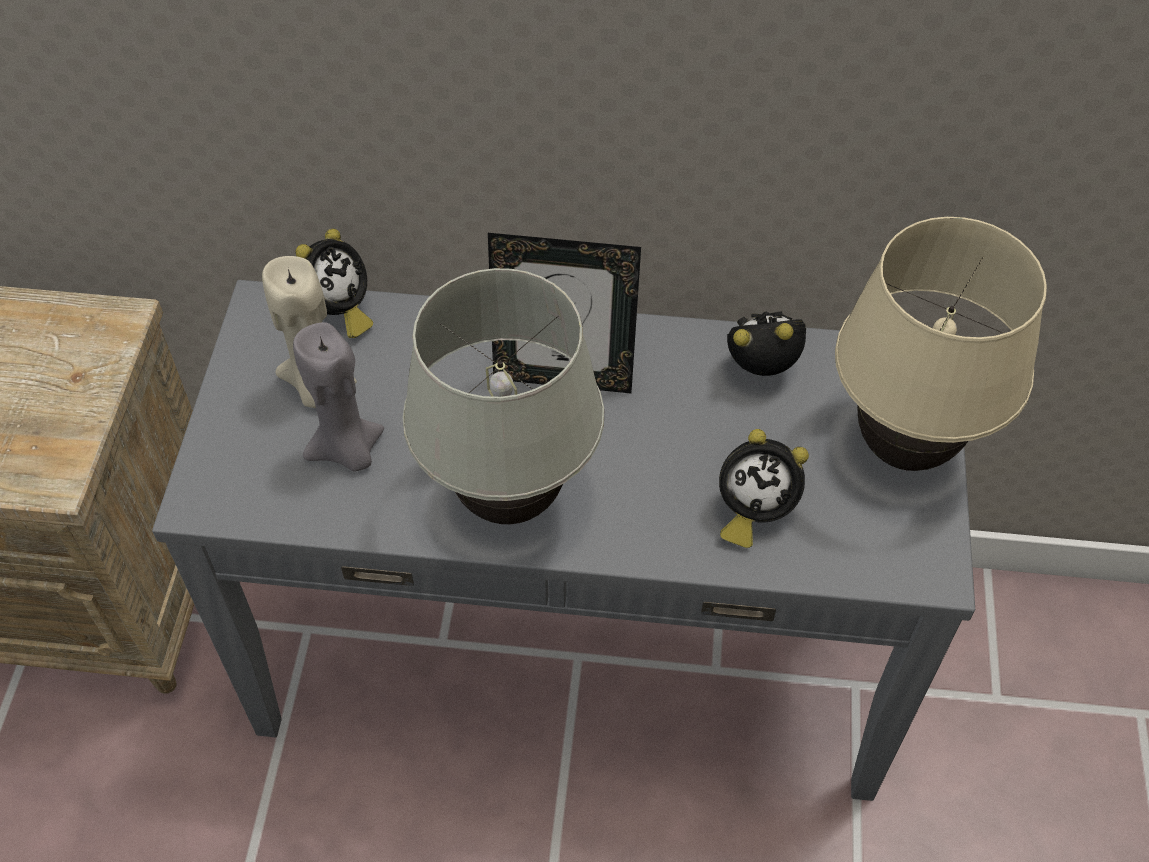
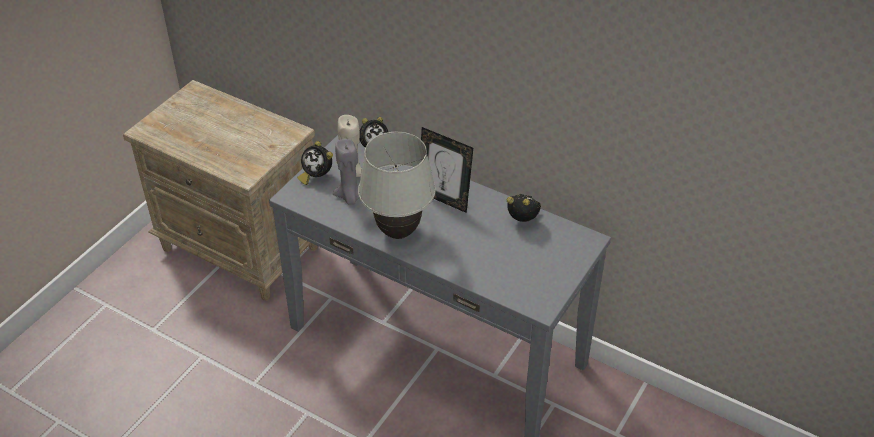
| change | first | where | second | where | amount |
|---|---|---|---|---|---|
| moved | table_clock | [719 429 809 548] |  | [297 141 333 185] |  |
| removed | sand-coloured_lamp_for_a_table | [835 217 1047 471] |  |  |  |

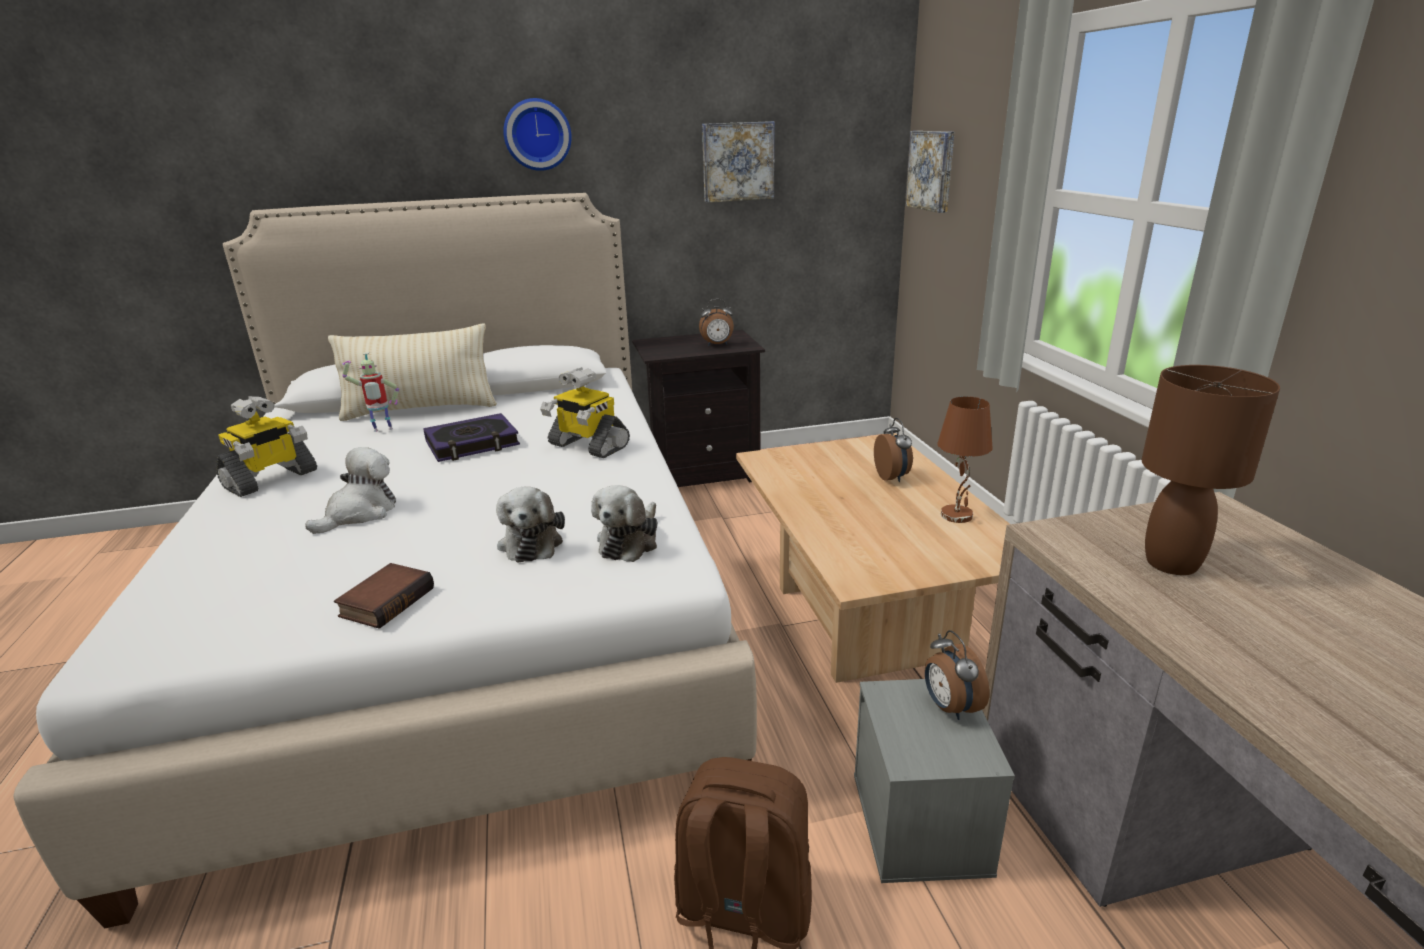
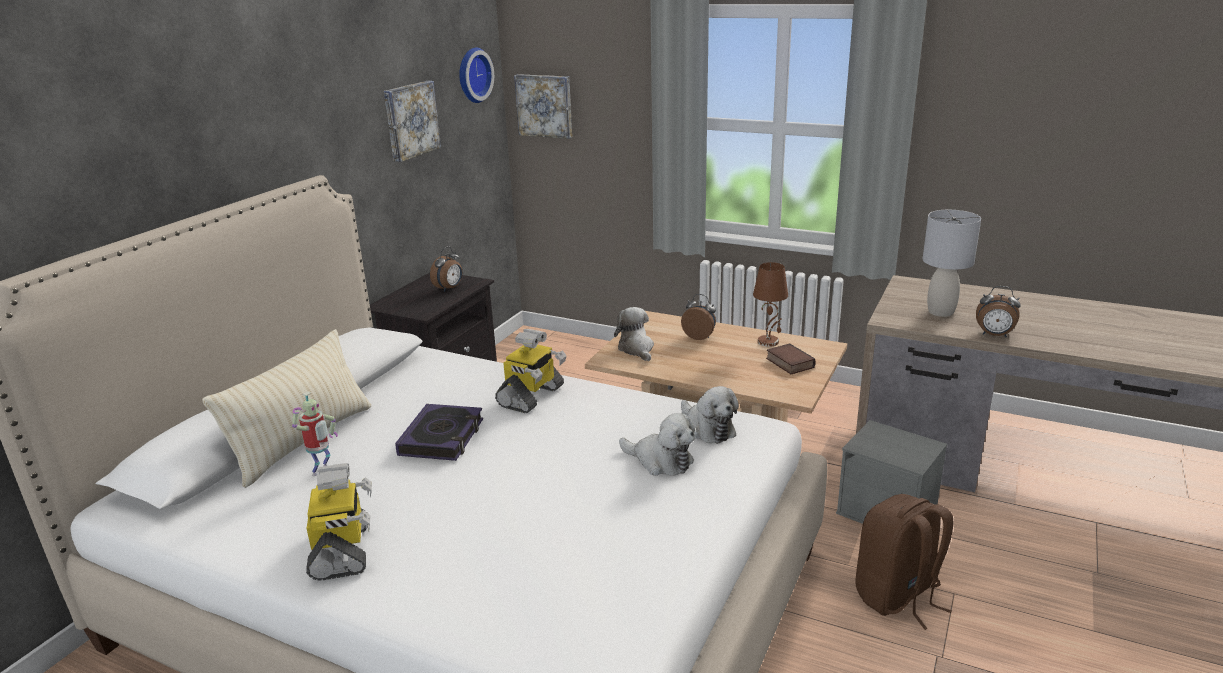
| change | first | where | second | where | amount |
|---|---|---|---|---|---|
| moved | plush_toy | [305 447 396 534] |  | [614 307 654 361] |  |
| moved | bound_book | [334 563 434 629] |  | [766 343 816 374] |  |
| moved | clock_on_the_wall | [503 98 572 171] |  | [459 48 494 103] |  |
| turned | model_robot | [540 367 630 458] |  | [495 329 567 413] | 45 degrees counterclockwise |
| moved | table_clock | [925 630 990 720] |  | [976 286 1021 337] |  |
| recoloured | brownish_lamp_for_a_table | [1141 365 1280 575] | gray_lamp_for_a_table | [923 210 981 317] |  |

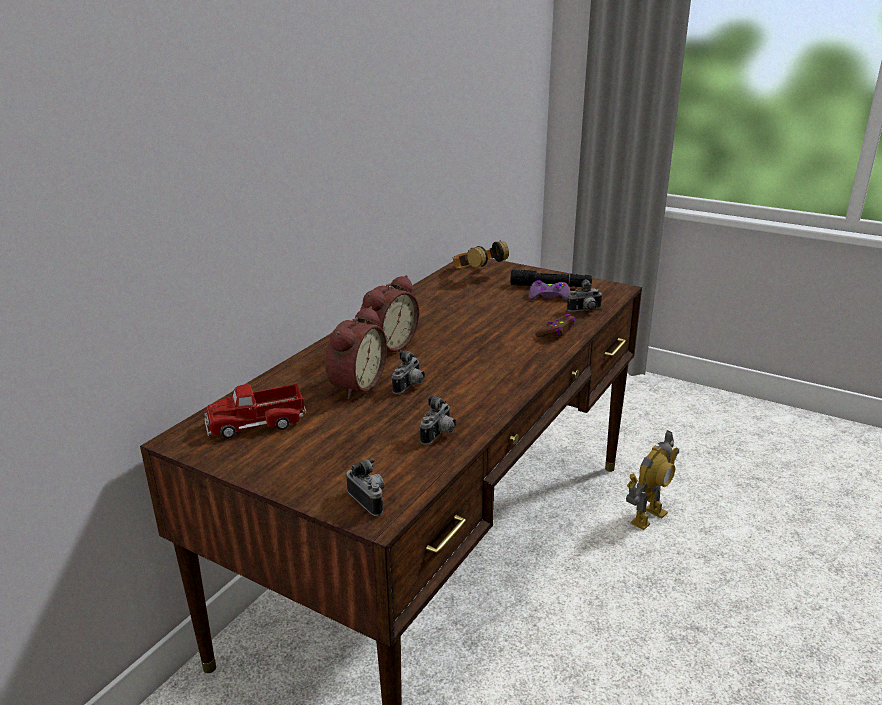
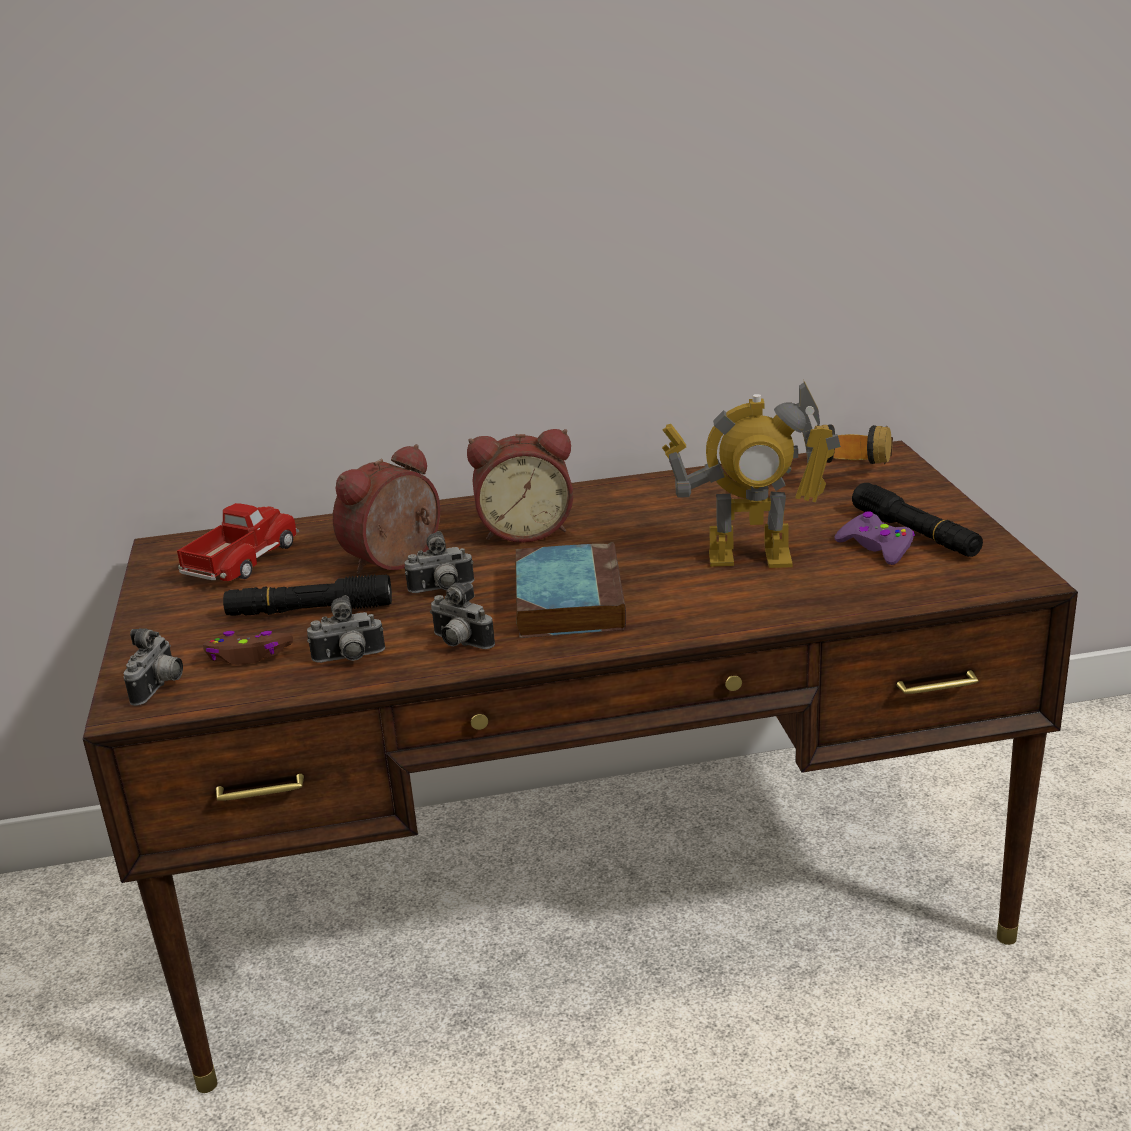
| change | first | where | second | where | amount |
|---|---|---|---|---|---|
| turned | toy_lorry | [204 384 306 438] |  | [177 503 299 581] | 90 degrees clockwise |
| turned | table_clock | [325 306 387 399] |  | [333 444 440 574] | 150 degrees clockwise |
| moved | brownish_game_controller | [535 314 575 337] |  | [203 631 293 665] |  |
| moved | photo_camera | [567 279 603 312] |  | [430 583 495 649] |  |
| moved | model_robot | [626 430 679 530] |  | [662 381 841 568] |  |
| added |  |  | black_torch | [223 574 392 616] |  |
| added |  |  | bound_book | [515 542 626 638] |  |

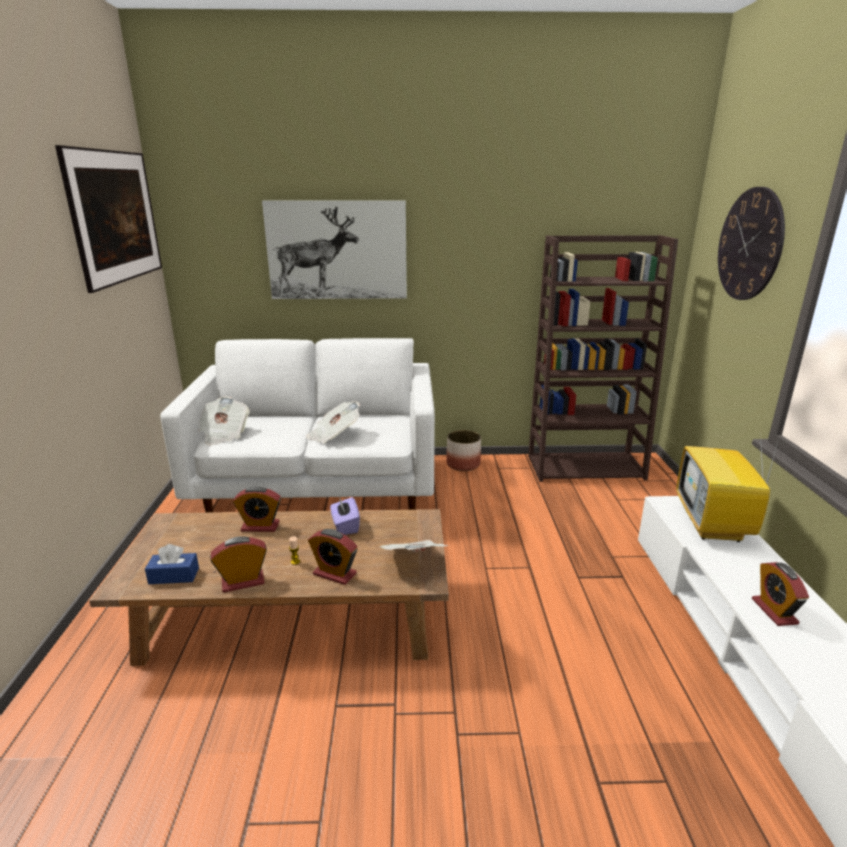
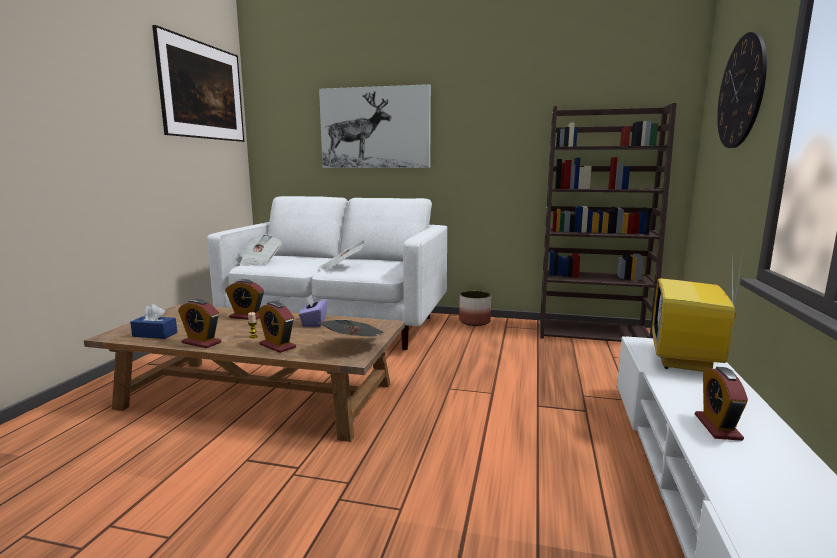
| change | first | where | second | where | amount |
|---|---|---|---|---|---|
| turned | table_clock | [211 536 267 592] |  | [178 299 221 348] | 150 degrees counterclockwise |

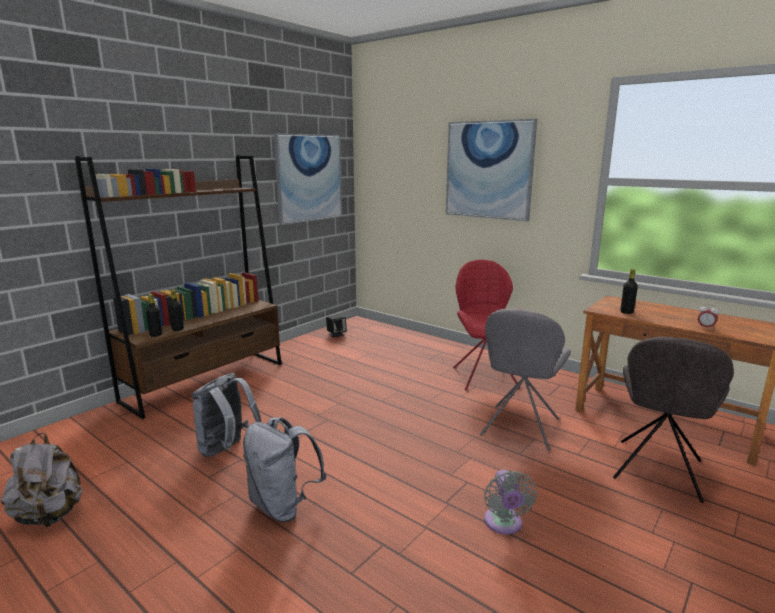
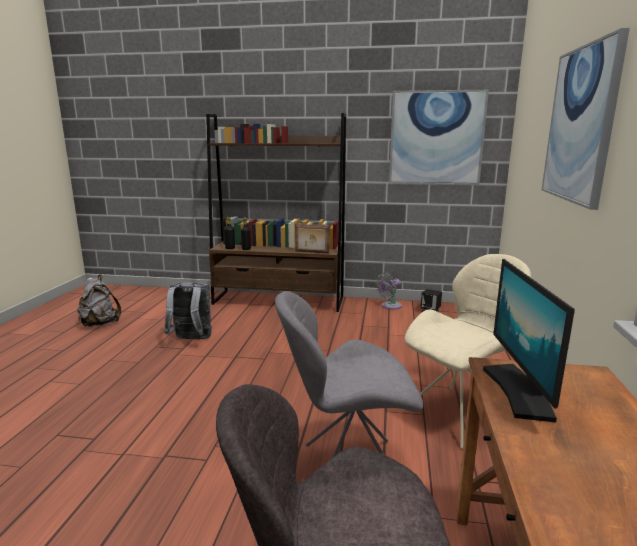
| change | first | where | second | where | amount |
|---|---|---|---|---|---|
| removed | gray_backpack | [243 417 326 522] |  |  |  |
| recoloured | reddish_upright_chair | [453 259 522 391] | sand-coloured_upright_chair | [402 254 531 449] |  |
| moved | gray_fan | [484 470 537 535] |  | [376 272 402 309] |  |
| replaced | black_beverage_bottle | [620 269 638 314] | monitor | [483 259 575 422] |  |
| removed | table_clock | [698 304 719 330] |  |  |  |
| added |  |  | standing_frame | [295 224 329 253] |  |

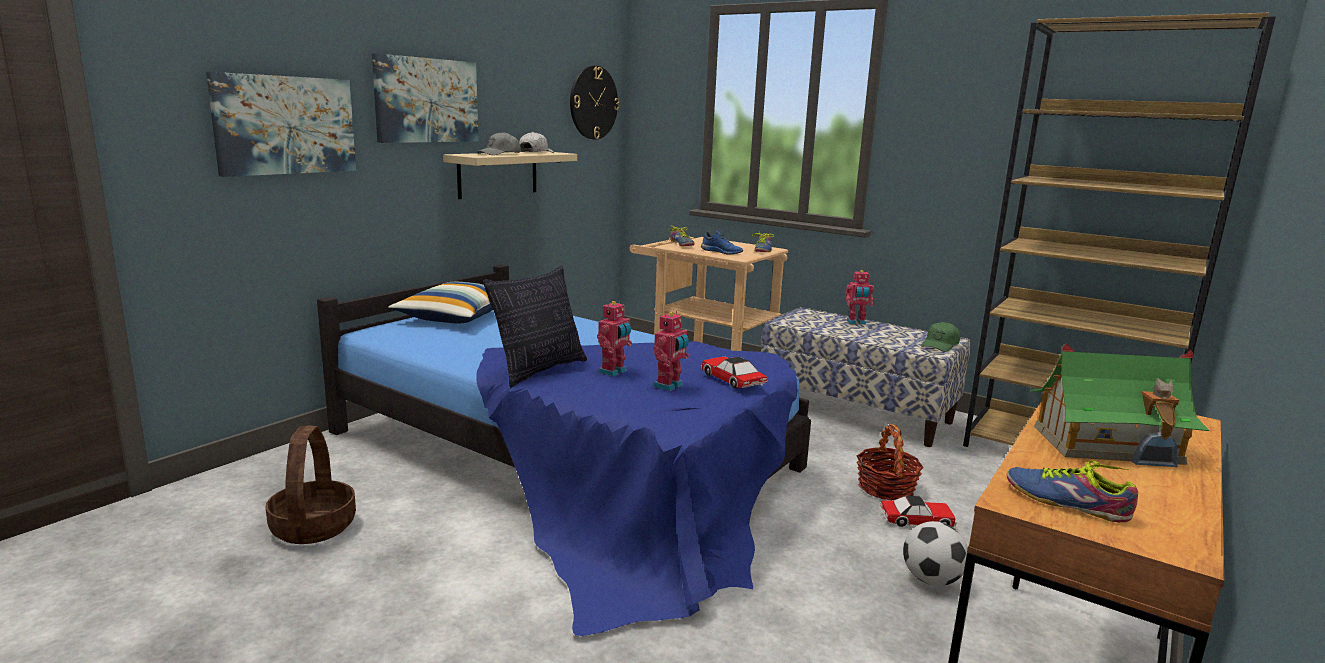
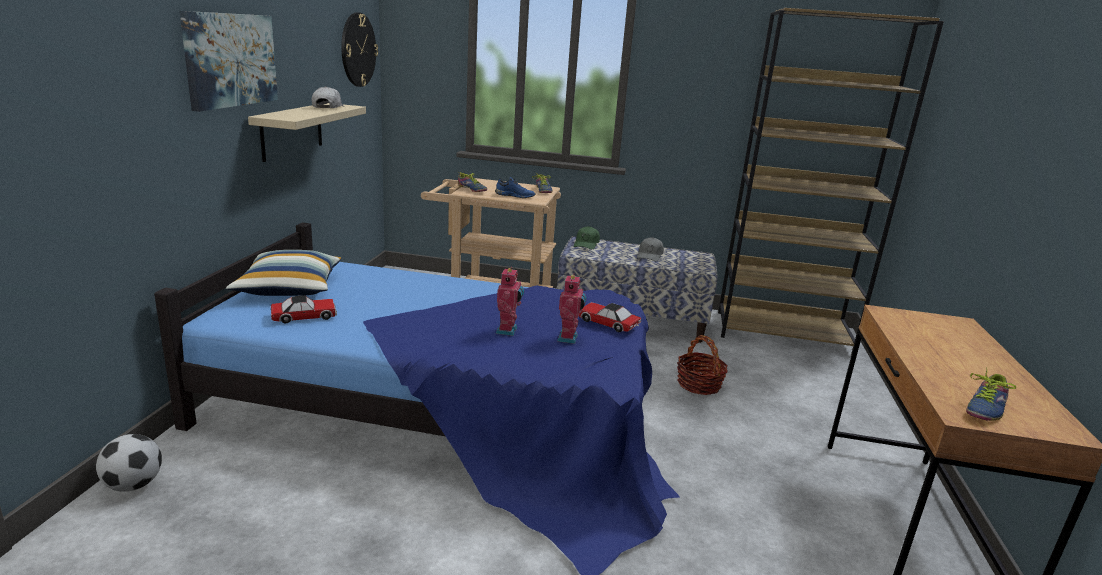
| change | first | where | second | where | amount |
|---|---|---|---|---|---|
| removed | wall_art | [206 72 356 177] |  |  |  |
| removed | basket | [265 425 356 544] |  |  |  |
| moved | gray_baseball_cap | [477 132 520 155] |  | [637 237 664 261] |  |
| removed | cushion | [483 266 587 388] |  |  |  |
| removed | model_robot | [845 270 874 325] |  |  |  |
| moved | miniature_car | [880 496 957 527] |  | [271 295 337 323] |  |
| moved | ball_for_football | [903 521 968 586] |  | [96 434 162 492] |  |
| moved | green-coloured_baseball_cap | [921 322 960 352] |  | [574 226 600 249] |  |
| turned | item_of_footwear | [1007 460 1138 523] |  | [966 367 1016 421] | 60 degrees counterclockwise |
| removed | toy_house | [1030 343 1209 467] |  |  |  |

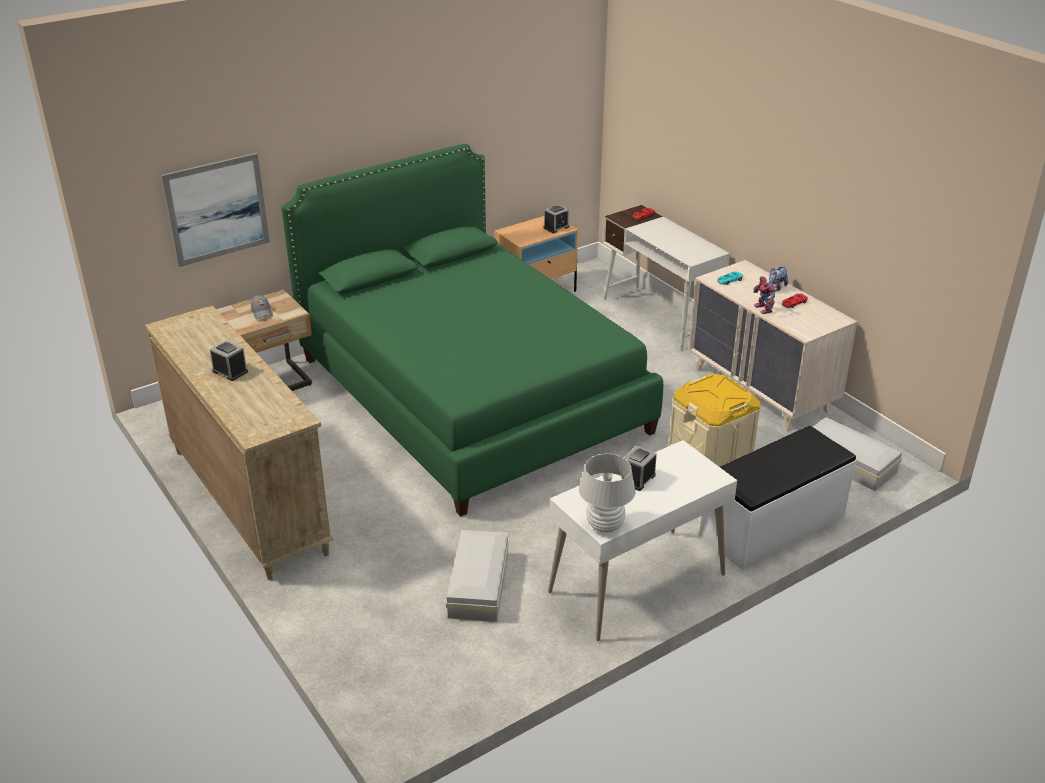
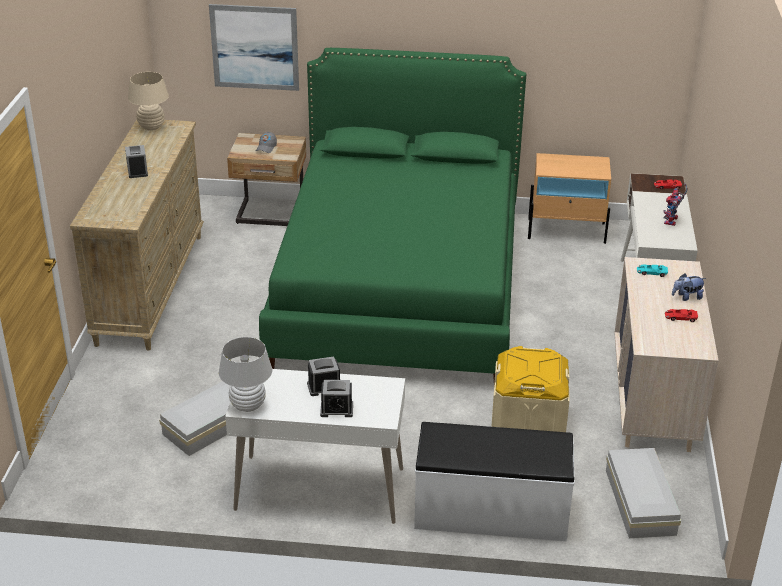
| change | first | where | second | where | amount |
|---|---|---|---|---|---|
| moved | table_clock | [544 205 569 233] |  | [320 380 353 417] |  |
| moved | model_robot | [753 268 781 314] |  | [663 184 688 226] |  |
| added |  |  | sand-coloured_lamp_for_a_table | [128 72 169 130] |  |

